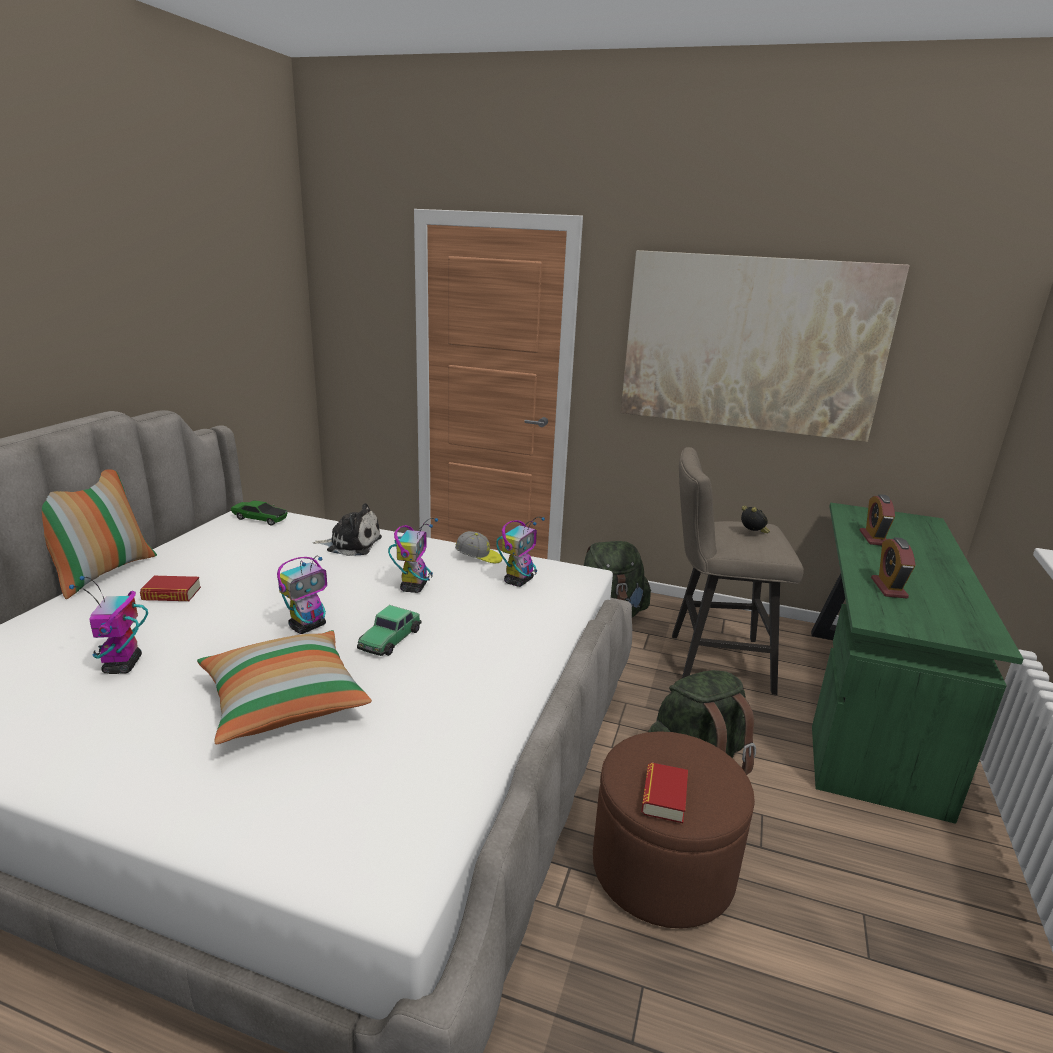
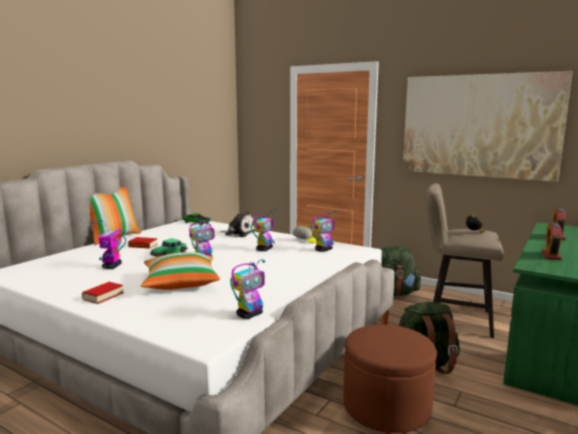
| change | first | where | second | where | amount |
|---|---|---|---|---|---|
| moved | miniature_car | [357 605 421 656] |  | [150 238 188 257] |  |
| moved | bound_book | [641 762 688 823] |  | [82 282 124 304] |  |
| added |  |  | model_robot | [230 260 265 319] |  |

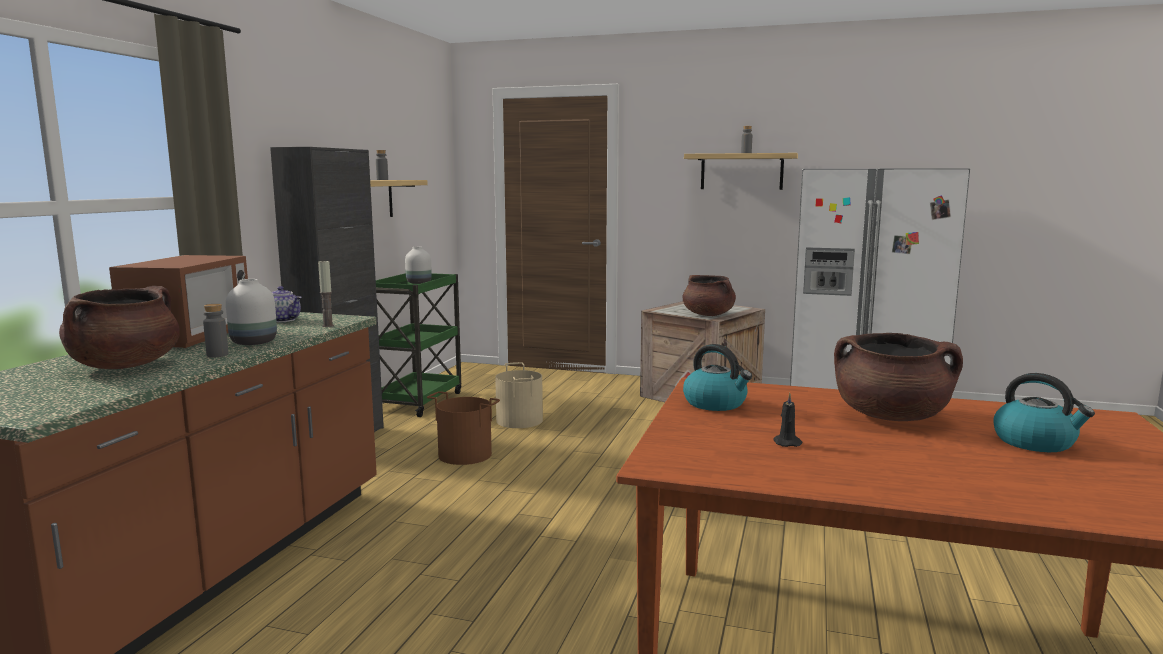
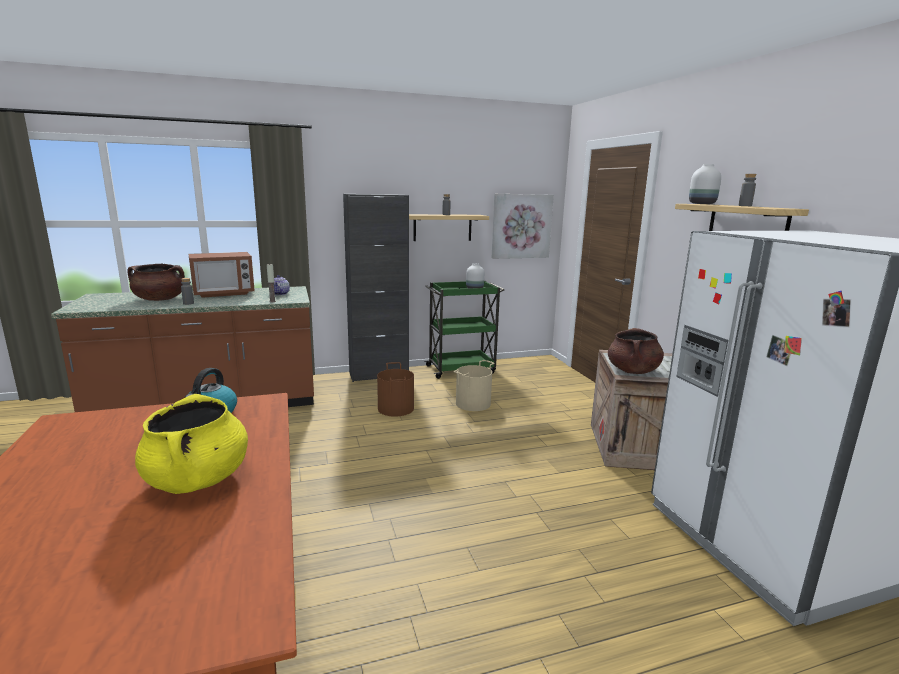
| change | first | where | second | where | amount |
|---|---|---|---|---|---|
| moved | white_flower_vase | [226 279 277 345] |  | [689 164 721 204] |  |
| removed | black_wax_candle | [773 393 802 447] |  |  |  |
| recoloured | brownish_saucepot | [834 333 963 421] | yellow-coloured_saucepot | [135 394 248 494] |  |
| removed | water_kettle | [993 373 1095 452] |  |  |  |
| added |  |  | wall_art | [492 194 554 259] |  |

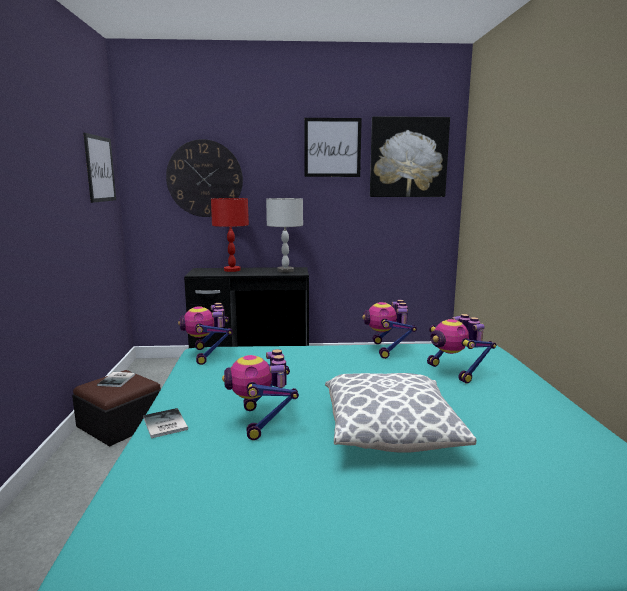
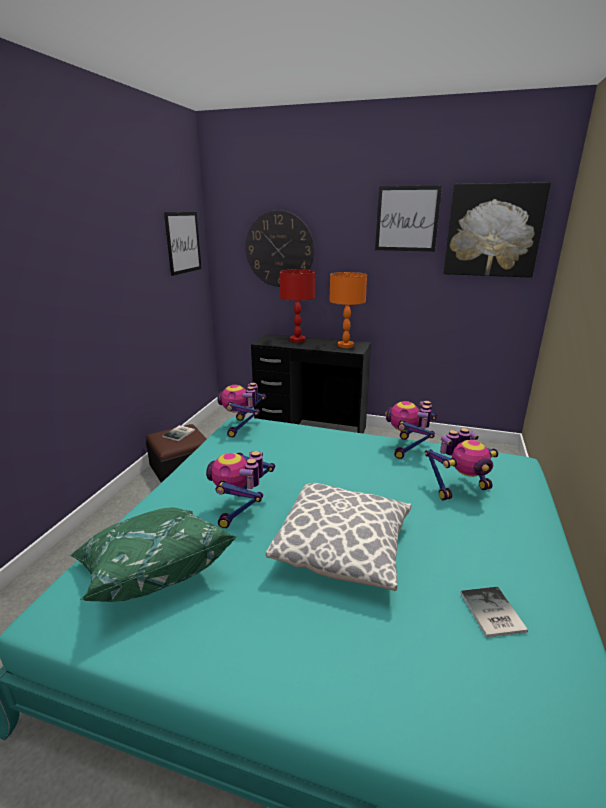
| change | first | where | second | where | amount |
|---|---|---|---|---|---|
| moved | bound_book | [143 408 188 438] |  | [460 587 528 638] |  |
| recoloured | gray_lamp_for_a_table | [266 198 303 272] | orange-coloured_lamp_for_a_table | [329 272 367 348] |  |
| turned | model_robot | [427 314 496 384] |  | [425 428 498 501] | 105 degrees counterclockwise |
| added |  |  | green-coloured_cushion | [70 508 237 602] |  |

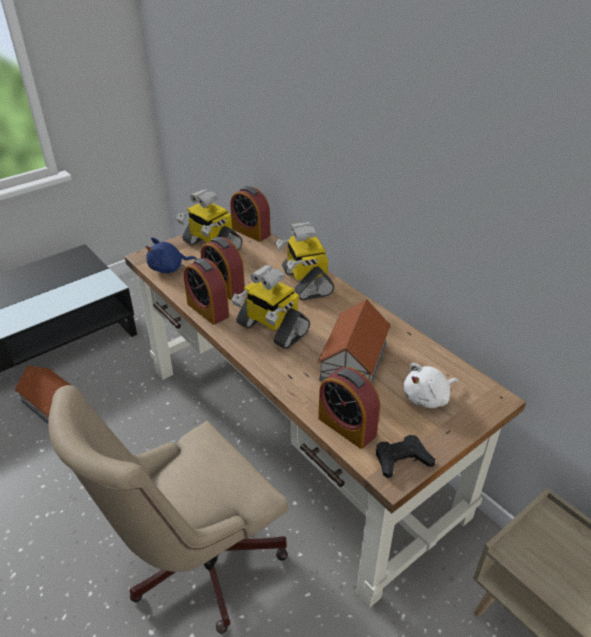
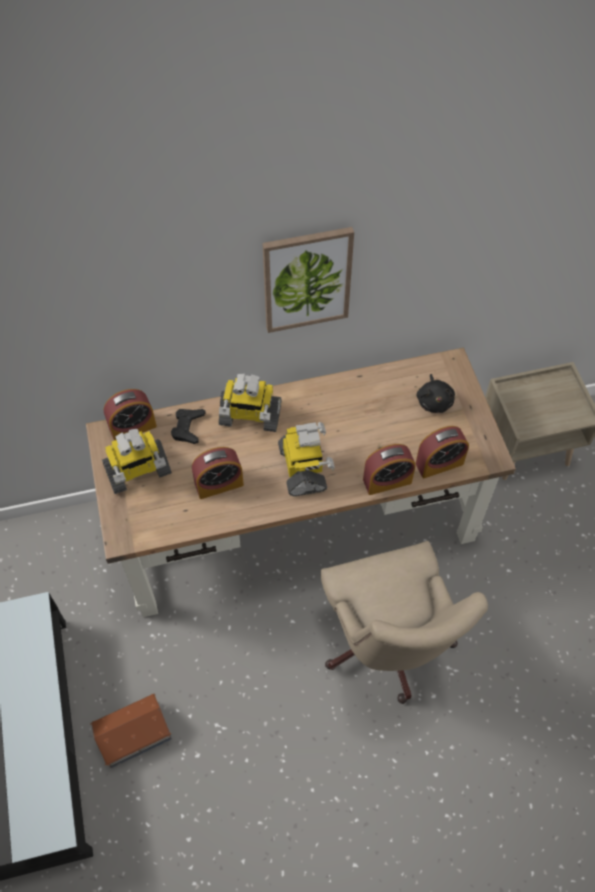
| change | first | where | second | where | amount |
|---|---|---|---|---|---|
| removed | blue-coloured_plush_toy | [145 238 197 273] |  |  |  |
| moved | table_clock | [183 258 229 325] |  | [363 444 415 495] |  |
| turned | model_robot | [232 265 310 349] |  | [278 422 335 496] | 75 degrees counterclockwise |
| removed | toy_house | [317 299 391 383] |  |  |  |
| moved | black_game_controller | [376 435 435 478] |  | [171 409 205 444] |  |
| recoloured | white_plush_toy | [404 363 458 408] | black_plush_toy | [416 374 455 413] |  |
| added |  |  | wall_art | [262 227 354 333] |  |

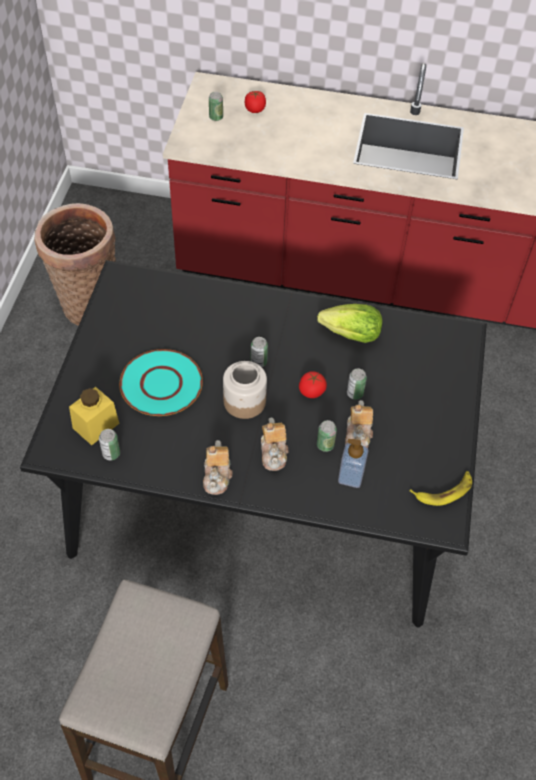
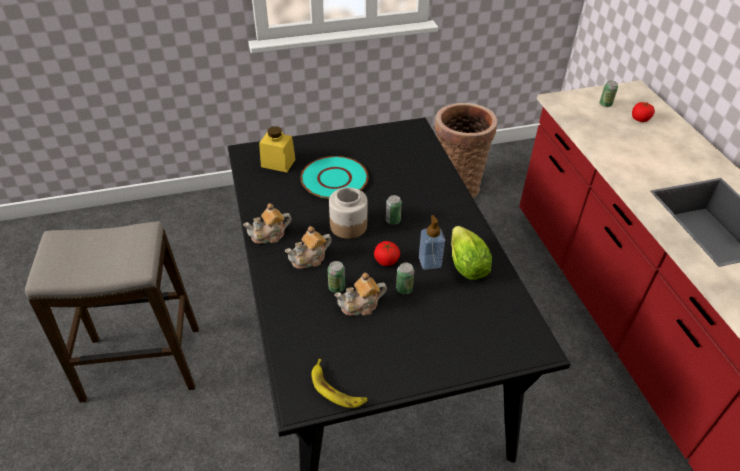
| change | first | where | second | where | amount |
|---|---|---|---|---|---|
| removed | sealed_can | [99 429 120 460] |  |  |  |
| moved | liquid_soap_bottle | [338 439 368 488] |  | [419 215 445 270] |  |

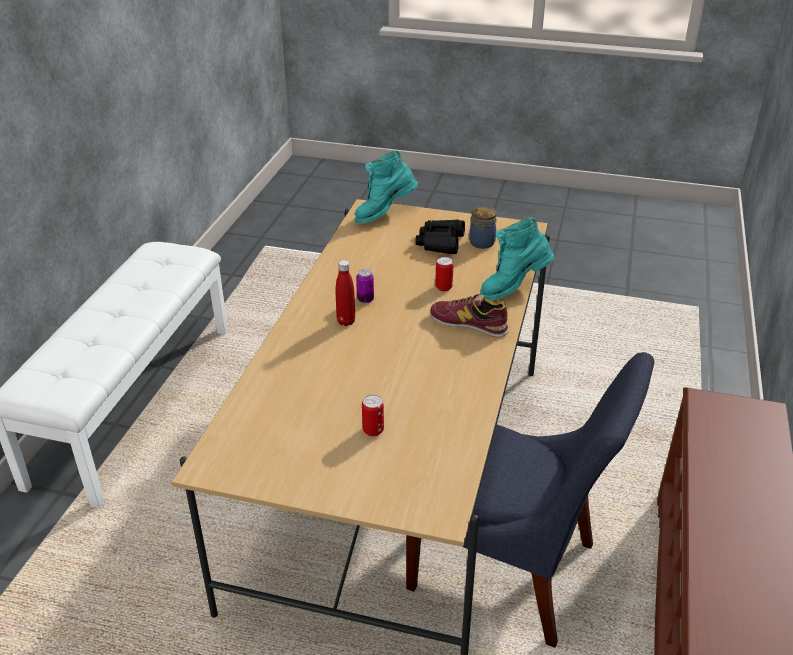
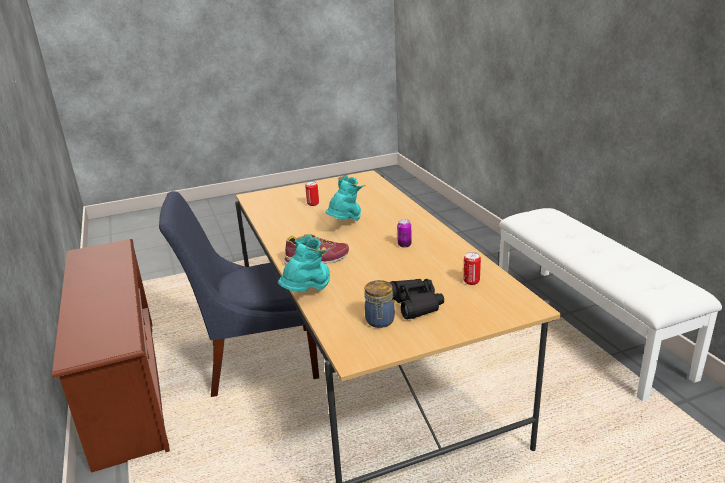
| change | first | where | second | where | amount |
|---|---|---|---|---|---|
| removed | reddish_beverage_bottle | [335 260 355 326] |  |  |  |
| moved | turquoise_tall_boot | [354 150 418 223] |  | [325 175 366 221] |  |
| moved | sealed_can | [435 257 454 291] |  | [463 252 481 285] |  |

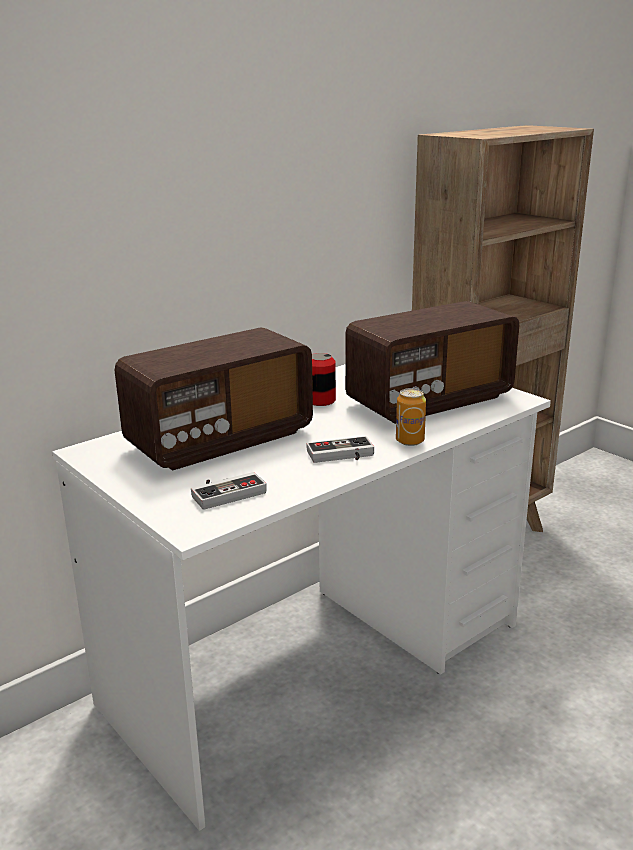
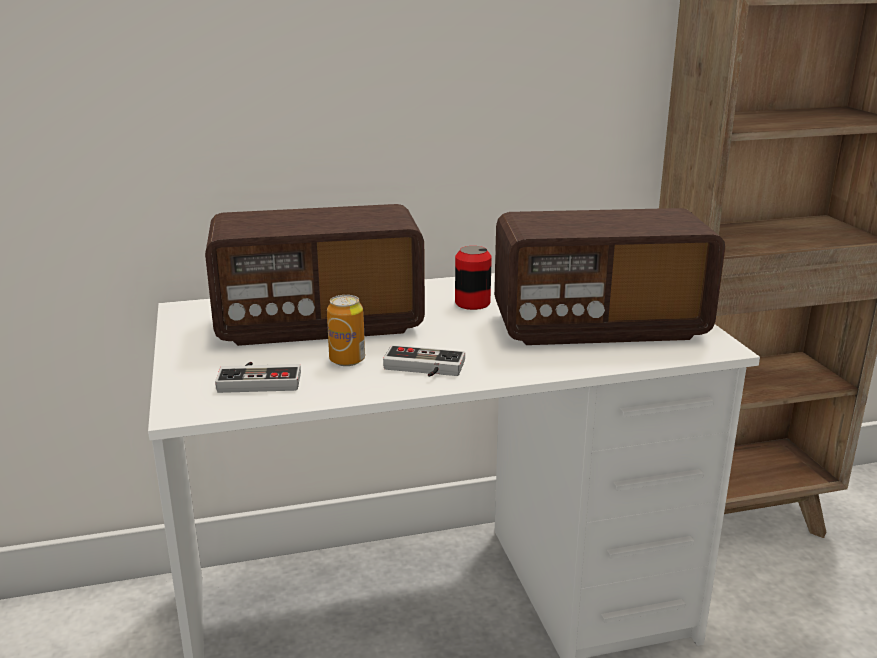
| change | first | where | second | where | amount |
|---|---|---|---|---|---|
| moved | sealed_can | [396 388 426 446] |  | [327 295 365 366] |  |

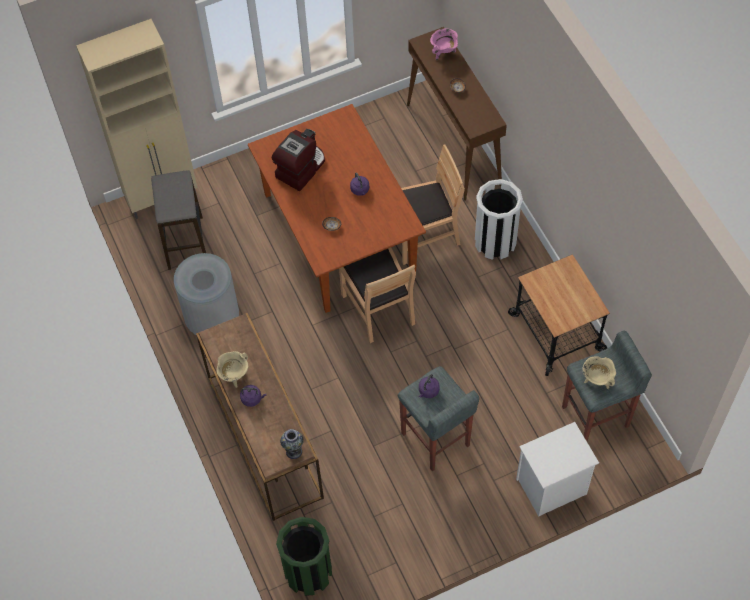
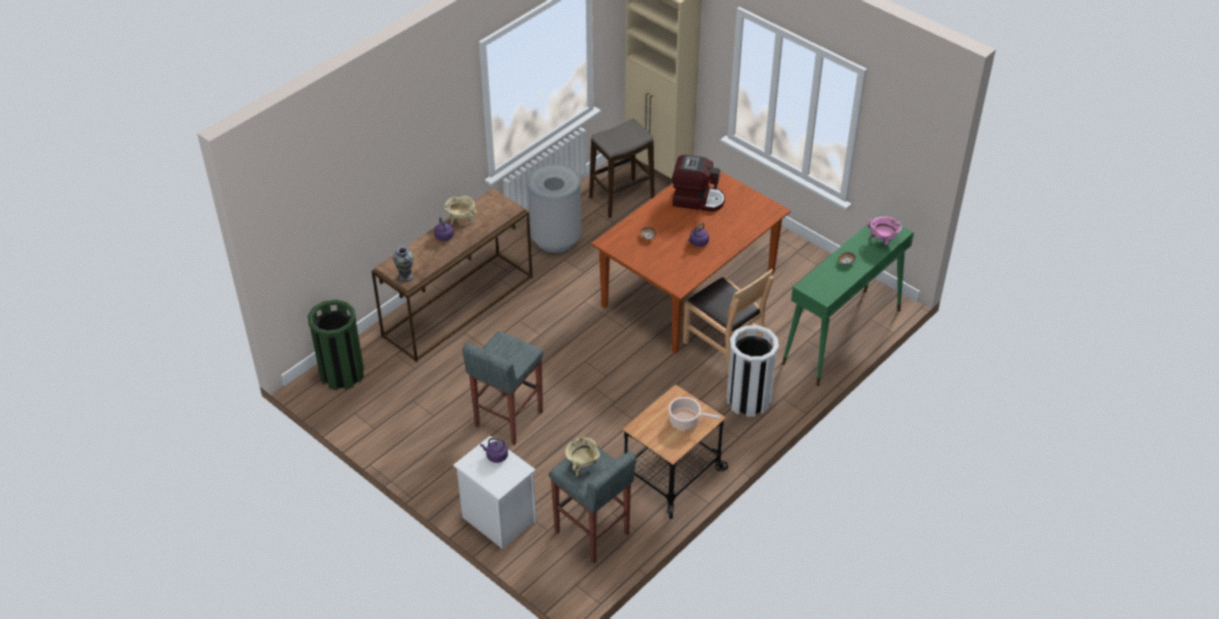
| change | first | where | second | where | amount |
|---|---|---|---|---|---|
| removed | brownish_upright_chair | [339 247 416 343] |  |  |  |
| recoloured | brownish_console_table | [407 27 507 201] | green-coloured_console_table | [782 214 914 386] |  |
| moved | purplish_water_kettle | [419 374 440 398] |  | [480 438 508 463] |  |
| added |  |  | saucepot | [668 397 721 430] |  |

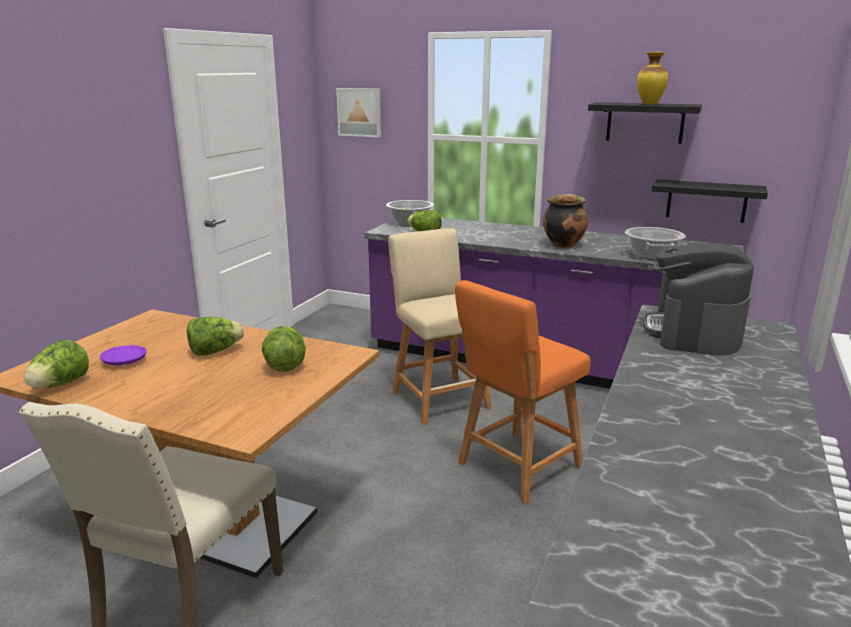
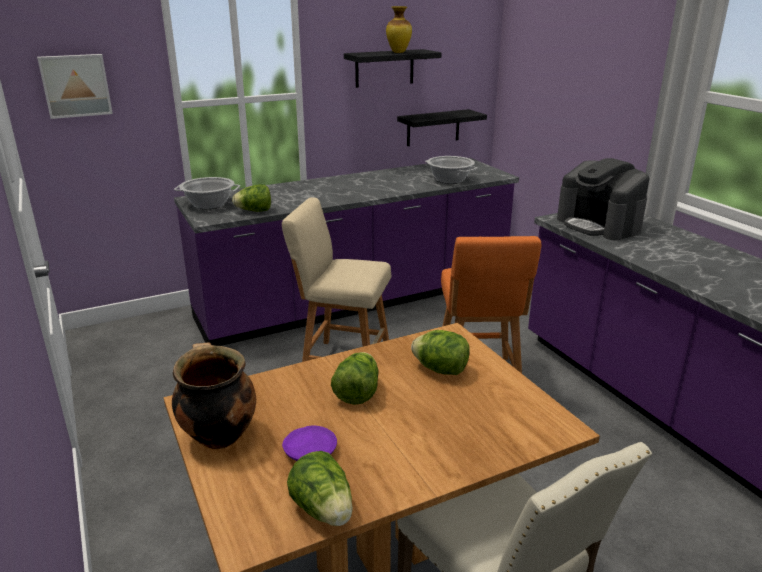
| change | first | where | second | where | amount |
|---|---|---|---|---|---|
| moved | saucepot | [543 194 588 248] |  | [172 342 256 449] |  |

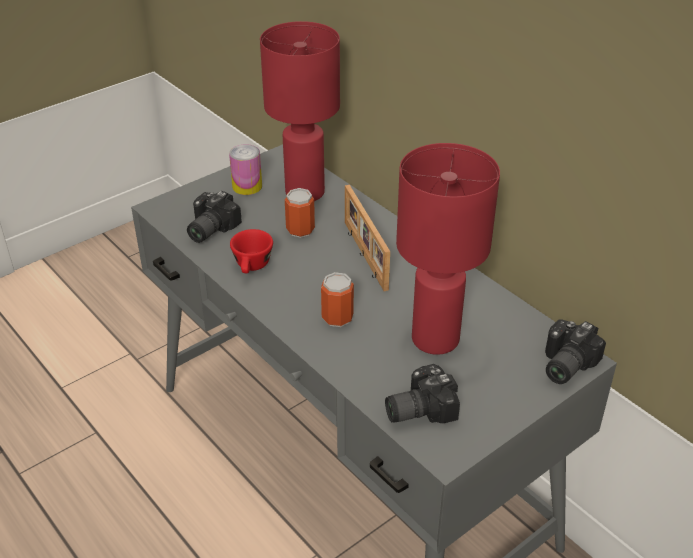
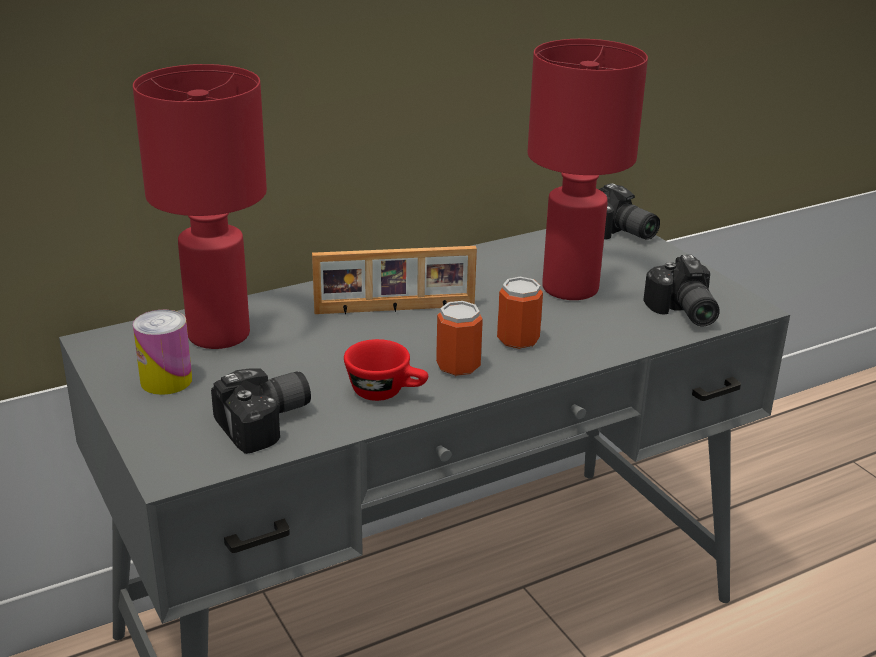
| change | first | where | second | where | amount |
|---|---|---|---|---|---|
| turned | photo_camera | [187 191 242 243] |  | [211 368 311 454] | 75 degrees counterclockwise |
| moved | sealed_can | [285 188 315 238] |  | [436 301 483 378] |  |

